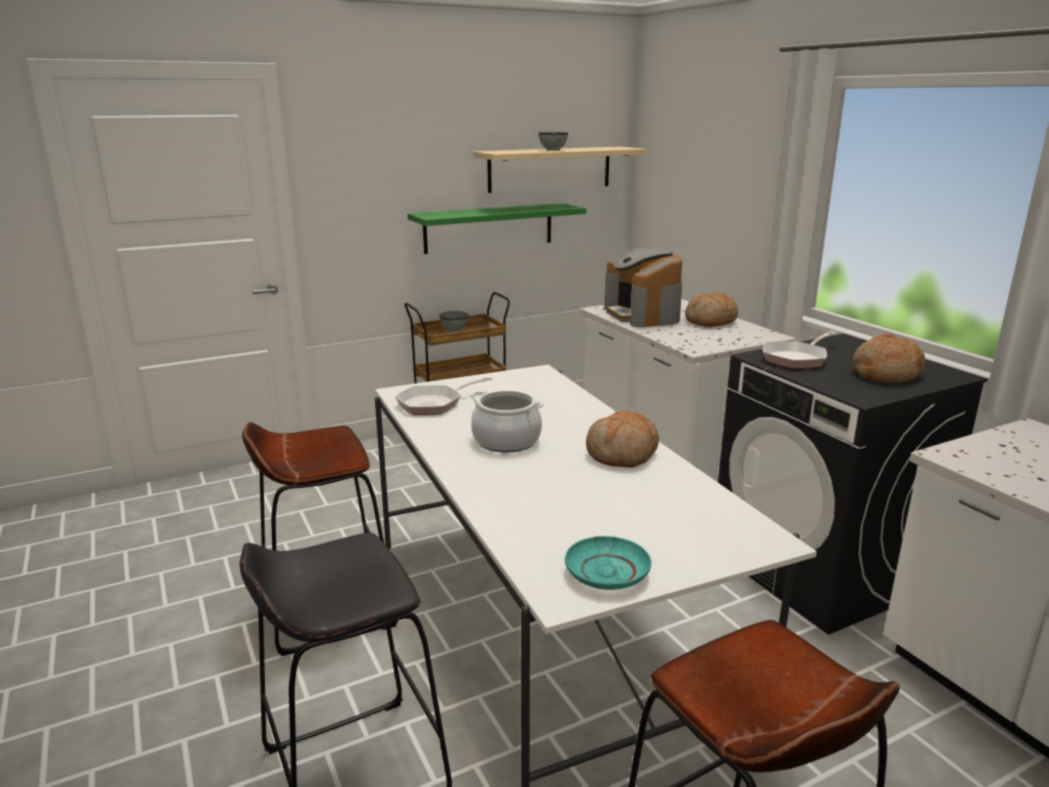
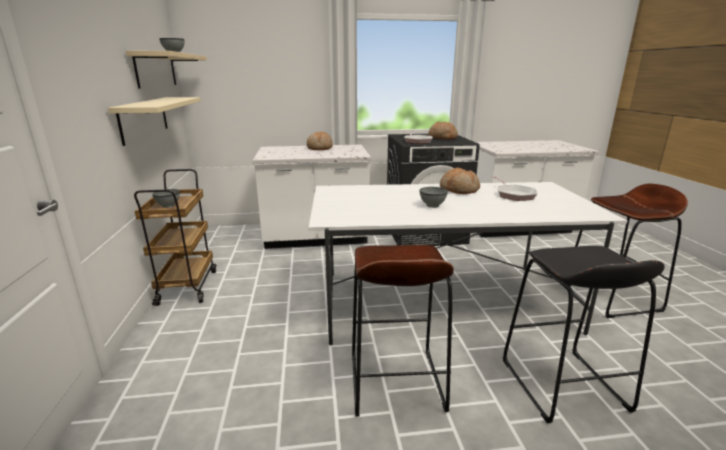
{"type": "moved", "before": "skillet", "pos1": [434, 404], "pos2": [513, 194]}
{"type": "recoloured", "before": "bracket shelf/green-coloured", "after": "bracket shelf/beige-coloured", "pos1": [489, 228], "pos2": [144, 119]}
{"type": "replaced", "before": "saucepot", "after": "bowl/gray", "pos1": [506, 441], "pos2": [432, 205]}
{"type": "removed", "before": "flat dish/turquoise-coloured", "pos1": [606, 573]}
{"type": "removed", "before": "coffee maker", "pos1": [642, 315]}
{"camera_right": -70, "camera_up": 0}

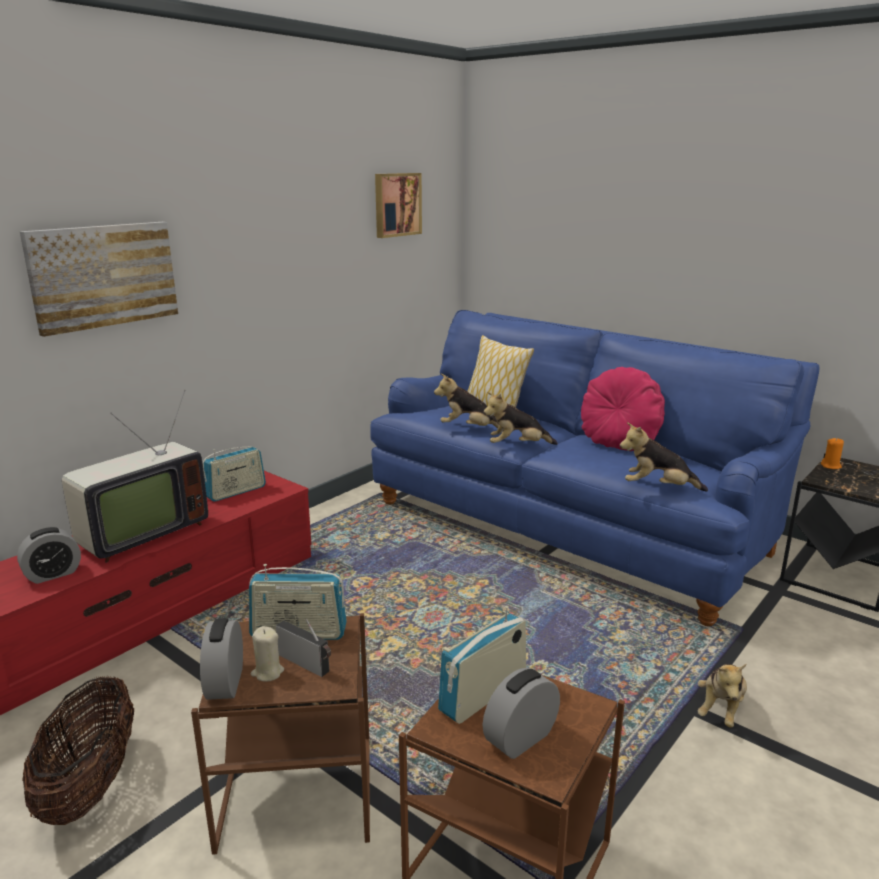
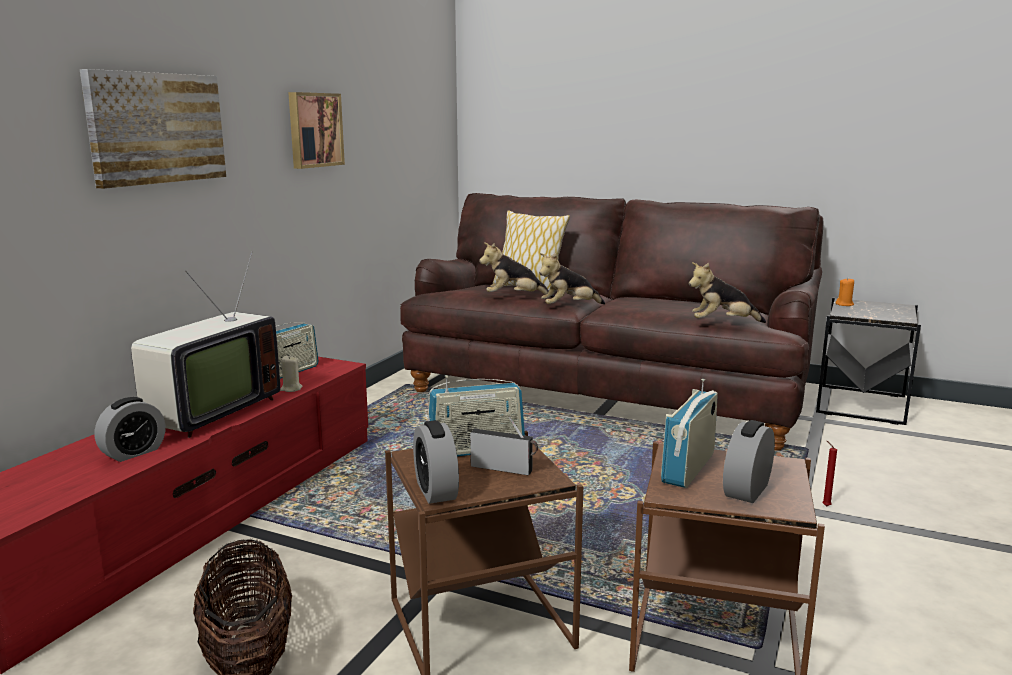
{"type": "moved", "before": "wax light/beige-coloured", "pos1": [267, 672], "pos2": [291, 389]}
{"type": "recoloured", "before": "settee/blue", "after": "settee/brownish", "pos1": [571, 522], "pos2": [609, 389]}
{"type": "moved", "before": "wall picture", "pos1": [396, 204], "pos2": [314, 130]}
{"type": "removed", "before": "cushion/pink", "pos1": [619, 445]}
{"type": "replaced", "before": "soft toy", "after": "wax light/red-coloured", "pos1": [721, 709], "pos2": [825, 506]}
{"camera_right": -15, "camera_up": -5}

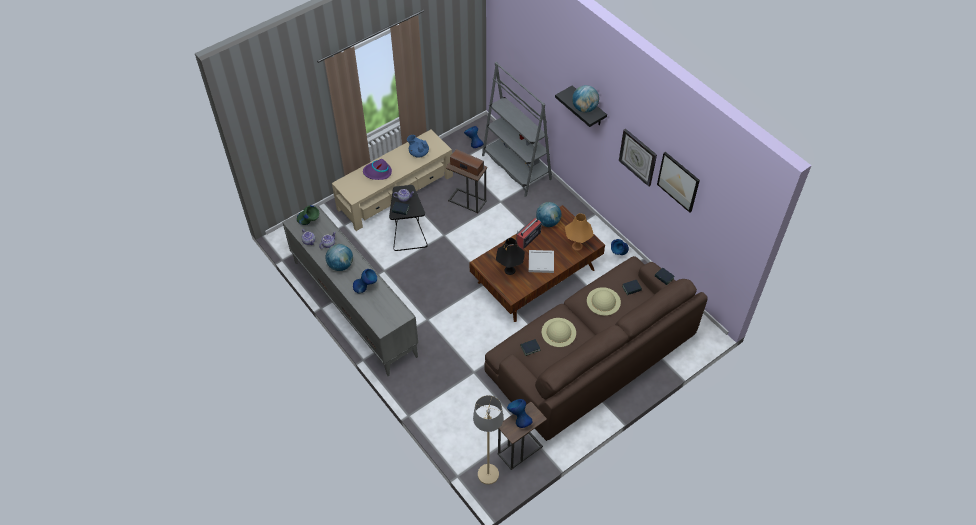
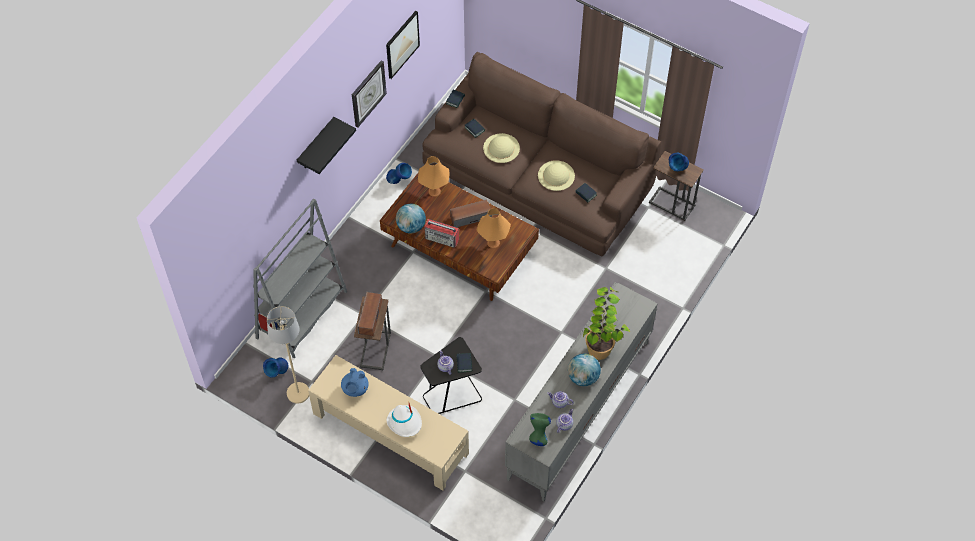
{"type": "replaced", "before": "decorative vase/blue", "after": "potted plant", "pos1": [366, 289], "pos2": [602, 340]}
{"type": "recoloured", "before": "hat/purplish", "after": "hat/white", "pos1": [377, 172], "pos2": [405, 422]}
{"type": "moved", "before": "floor lamp/beige-coloured", "pos1": [488, 474], "pos2": [298, 393]}
{"type": "recoloured", "before": "lamp for a table/black-coloured", "after": "lamp for a table/orangey", "pos1": [509, 270], "pos2": [493, 243]}
{"type": "replaced", "before": "tray/white", "after": "speaker", "pos1": [541, 262], "pos2": [470, 217]}
{"type": "removed", "before": "globe", "pos1": [584, 108]}
{"camera_right": -110, "camera_up": 5}

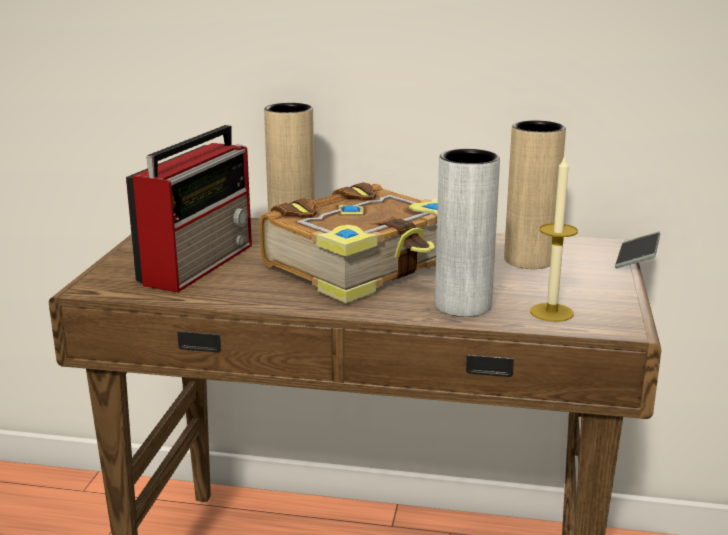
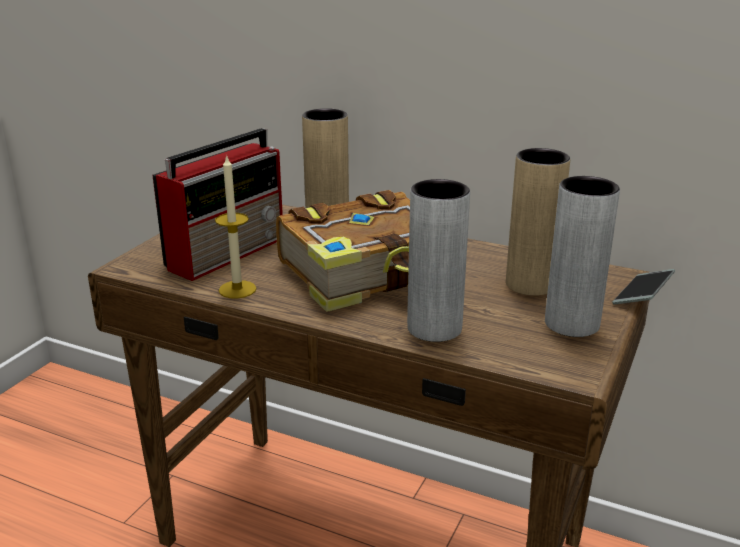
{"type": "moved", "before": "wax light", "pos1": [551, 312], "pos2": [237, 289]}
{"type": "added", "after": "decorative vase/gray", "pos2": [572, 324]}
{"camera_right": 15, "camera_up": 5}

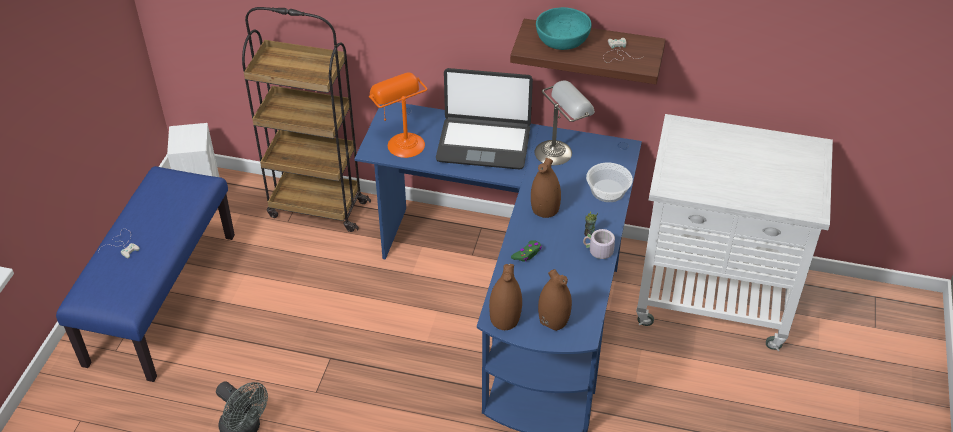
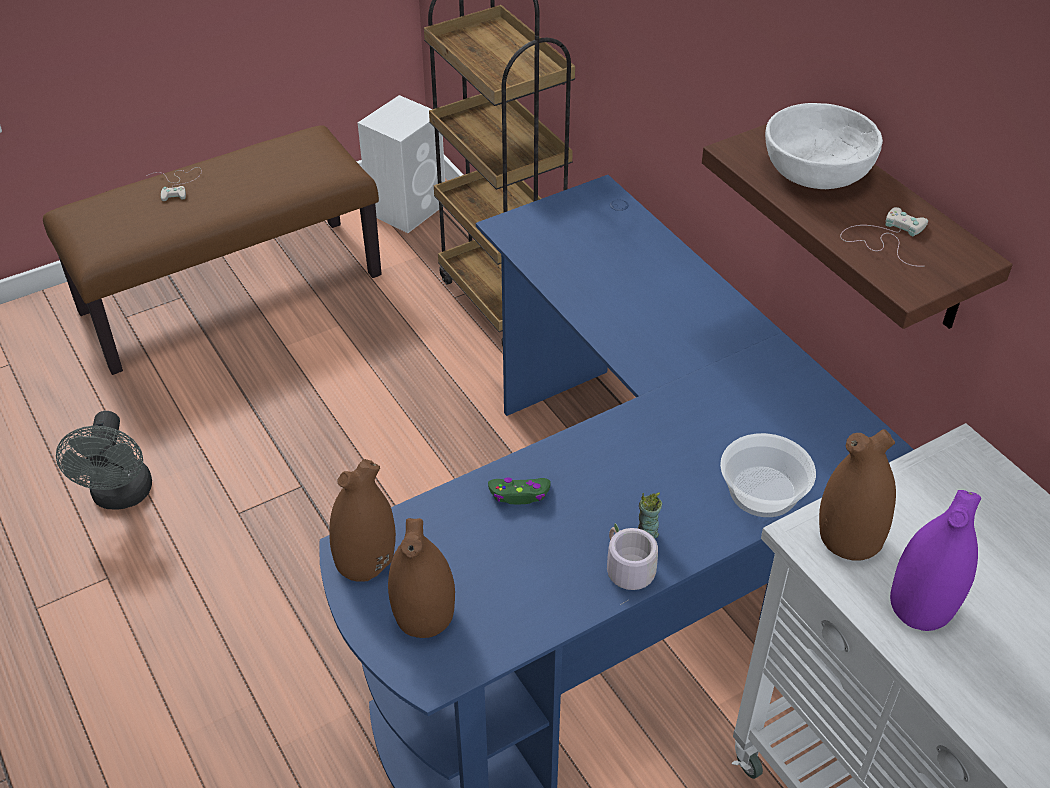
{"type": "recoloured", "before": "bench/blue", "after": "bench/brownish", "pos1": [161, 297], "pos2": [232, 292]}
{"type": "removed", "before": "lamp for a table/orangey", "pos1": [401, 140]}
{"type": "removed", "before": "notebook computer", "pos1": [484, 143]}
{"type": "moved", "before": "decorative vase/brownish", "pos1": [544, 210], "pos2": [848, 539]}
{"type": "removed", "before": "lamp for a table/white", "pos1": [559, 149]}
{"type": "recoloured", "before": "bowl/turquoise-coloured", "after": "bowl/white", "pos1": [562, 40], "pos2": [816, 170]}
{"type": "added", "after": "decorative vase/purplish", "pos2": [922, 605]}
{"camera_right": 45, "camera_up": 0}

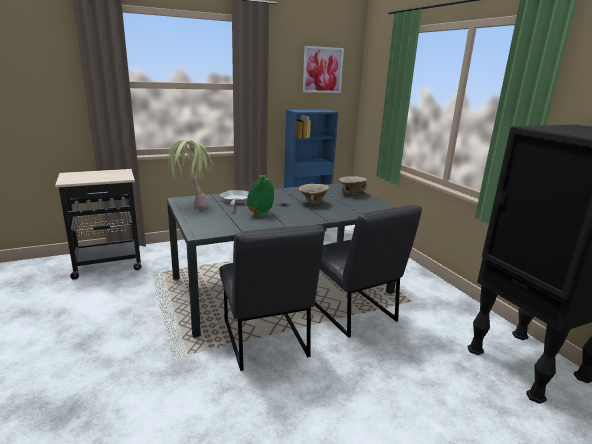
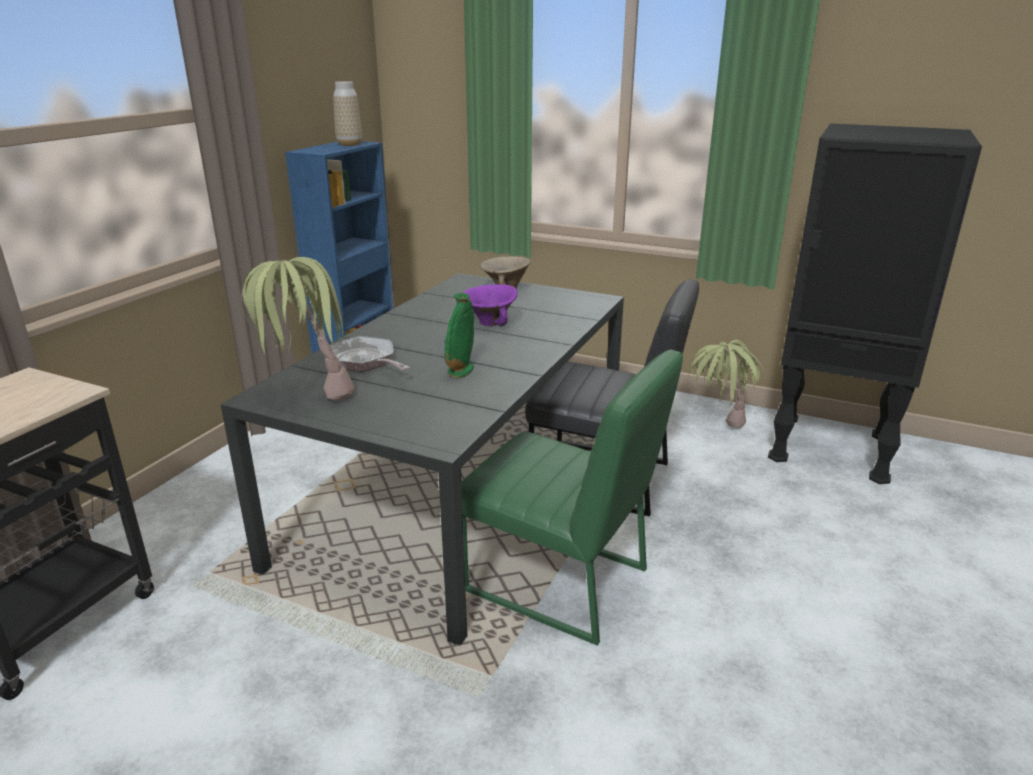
{"type": "recoloured", "before": "upright chair/gray", "after": "upright chair/green-coloured", "pos1": [265, 339], "pos2": [560, 582]}
{"type": "recoloured", "before": "bowl/beige-coloured", "after": "bowl/purplish", "pos1": [312, 203], "pos2": [489, 323]}
{"type": "removed", "before": "wall picture", "pos1": [322, 70]}
{"type": "added", "after": "decorative vase", "pos2": [349, 144]}
{"type": "added", "after": "potted plant", "pos2": [717, 431]}
{"camera_right": -40, "camera_up": 5}

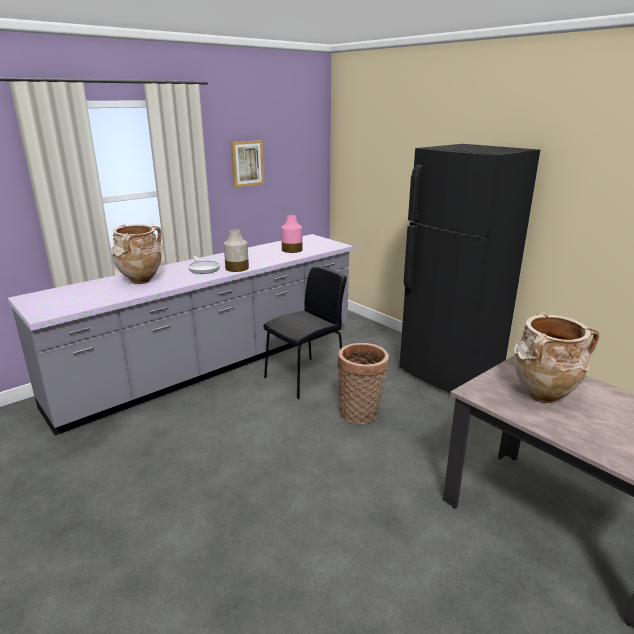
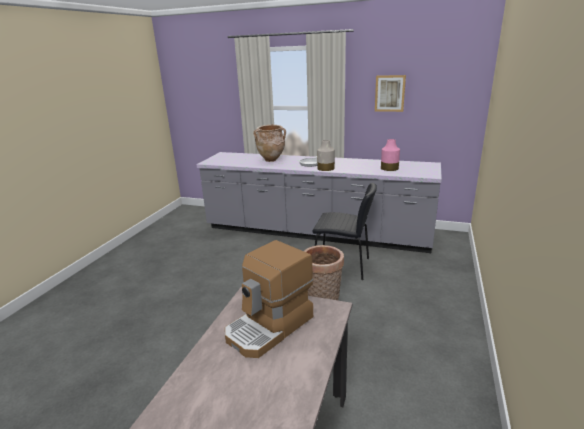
{"type": "removed", "before": "fridge/black-coloured", "pos1": [449, 374]}
{"type": "replaced", "before": "decorative vase/beige-coloured", "after": "coffee maker", "pos1": [542, 395], "pos2": [270, 327]}
{"camera_right": 60, "camera_up": 0}

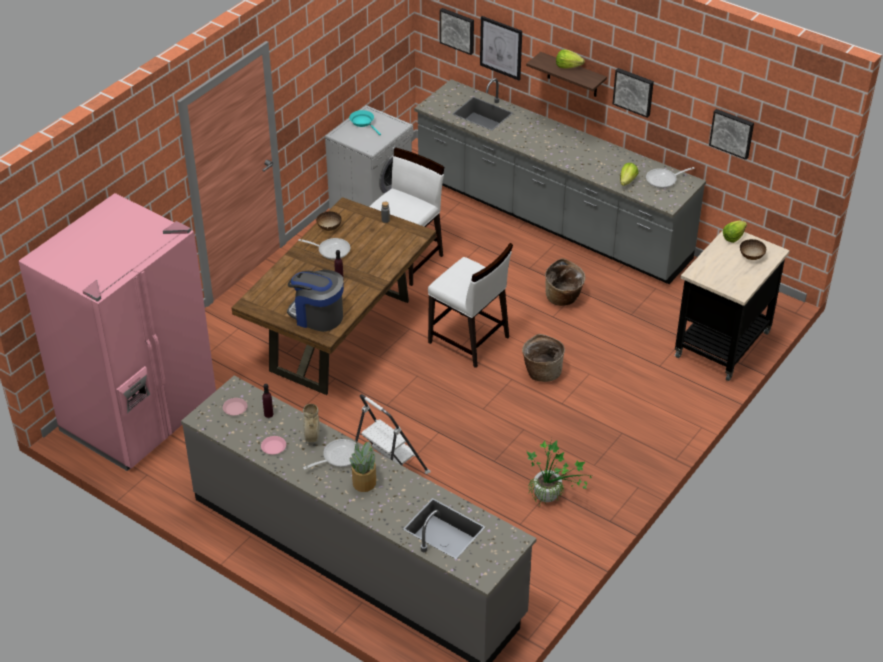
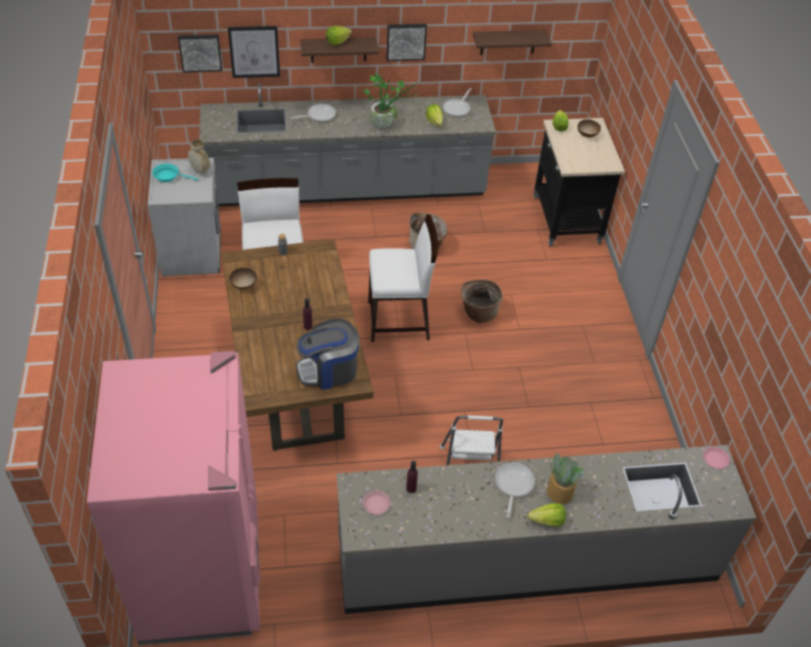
{"type": "moved", "before": "flat dish/pink", "pos1": [273, 447], "pos2": [715, 459]}
{"type": "moved", "before": "skillet", "pos1": [331, 250], "pos2": [318, 115]}
{"type": "moved", "before": "decorative vase/beige-coloured", "pos1": [312, 437], "pos2": [200, 170]}
{"type": "moved", "before": "potted plant", "pos1": [552, 497], "pos2": [386, 123]}
{"type": "replaced", "before": "wall picture", "after": "bracket shelf", "pos1": [732, 133], "pos2": [508, 42]}
{"type": "added", "after": "head of lettuce", "pos2": [547, 521]}
{"camera_right": -45, "camera_up": 5}

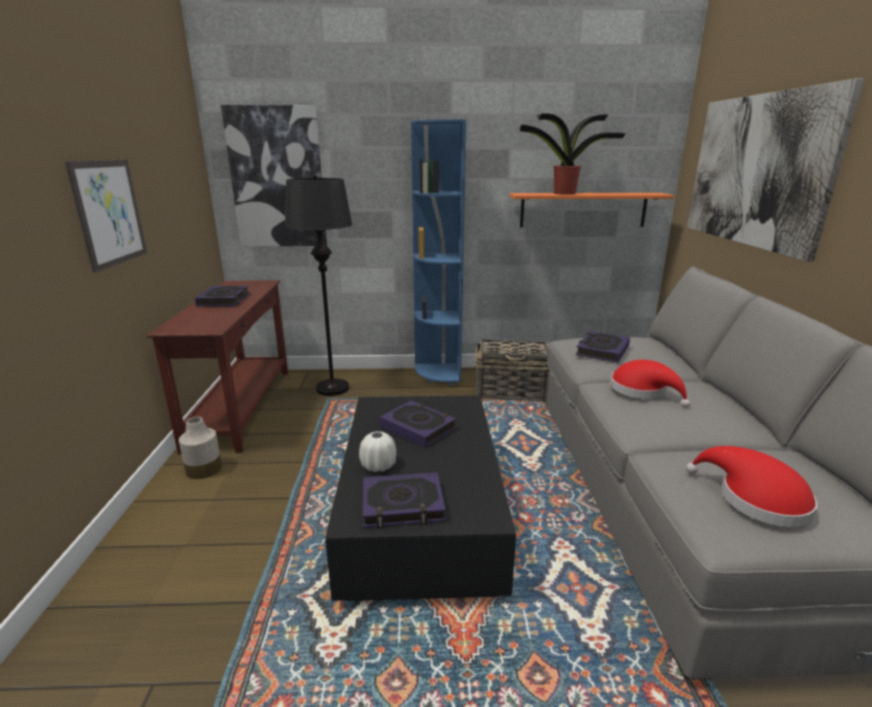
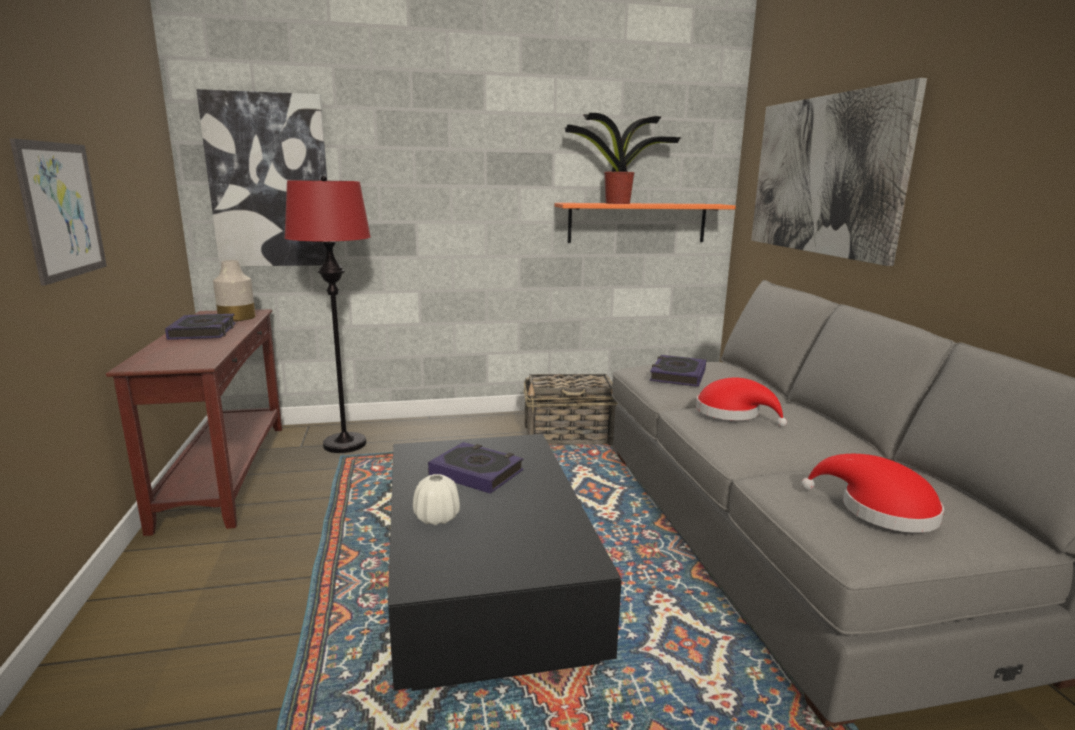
{"type": "moved", "before": "decorative vase/beige-coloured", "pos1": [203, 469], "pos2": [236, 317]}
{"type": "recoloured", "before": "floor lamp/black-coloured", "after": "floor lamp/red-coloured", "pos1": [332, 388], "pos2": [344, 444]}
{"type": "removed", "before": "volume", "pos1": [402, 505]}
{"type": "removed", "before": "bookcase/blue", "pos1": [438, 378]}
{"camera_right": -10, "camera_up": -5}

